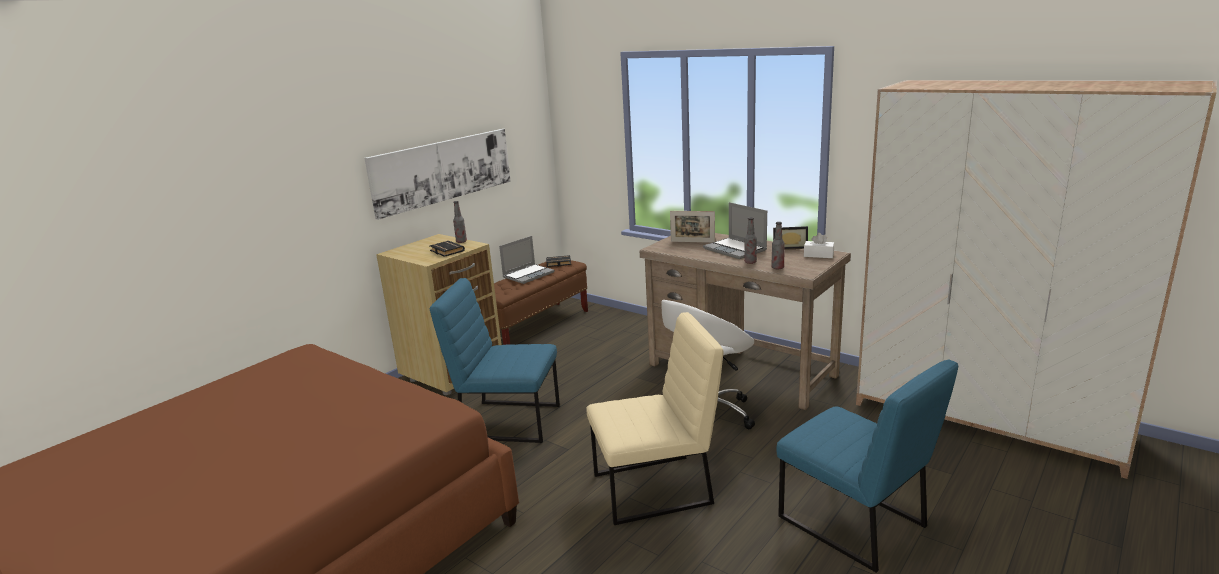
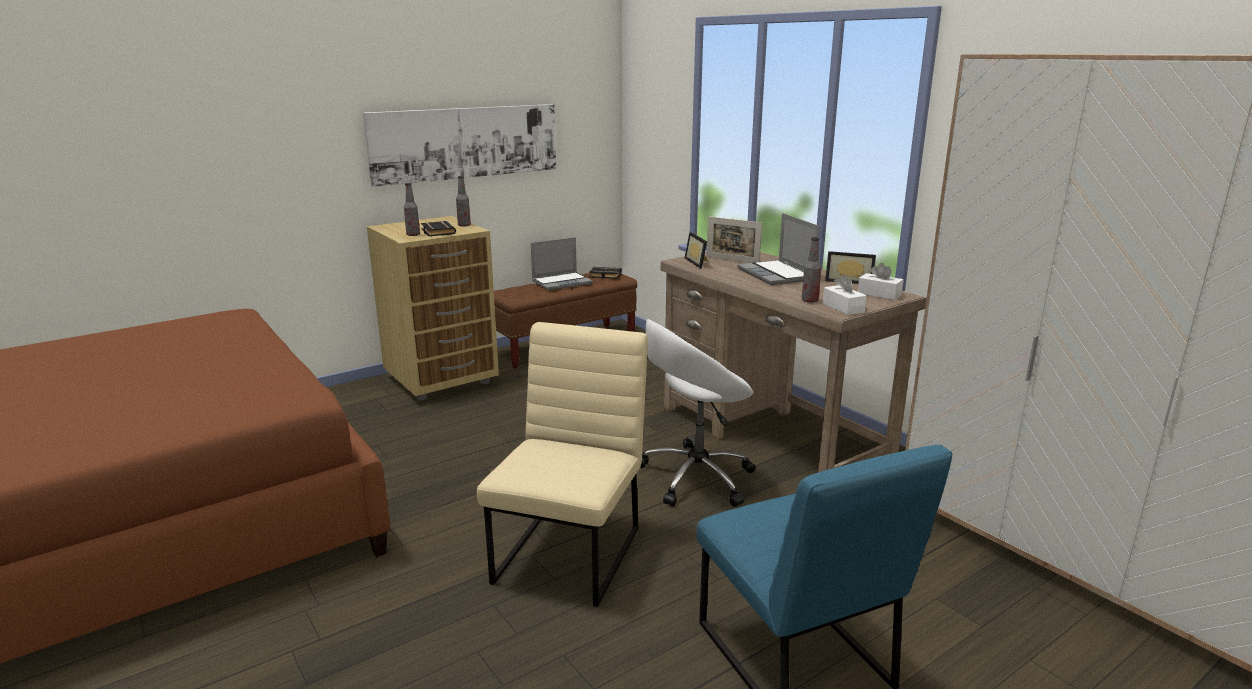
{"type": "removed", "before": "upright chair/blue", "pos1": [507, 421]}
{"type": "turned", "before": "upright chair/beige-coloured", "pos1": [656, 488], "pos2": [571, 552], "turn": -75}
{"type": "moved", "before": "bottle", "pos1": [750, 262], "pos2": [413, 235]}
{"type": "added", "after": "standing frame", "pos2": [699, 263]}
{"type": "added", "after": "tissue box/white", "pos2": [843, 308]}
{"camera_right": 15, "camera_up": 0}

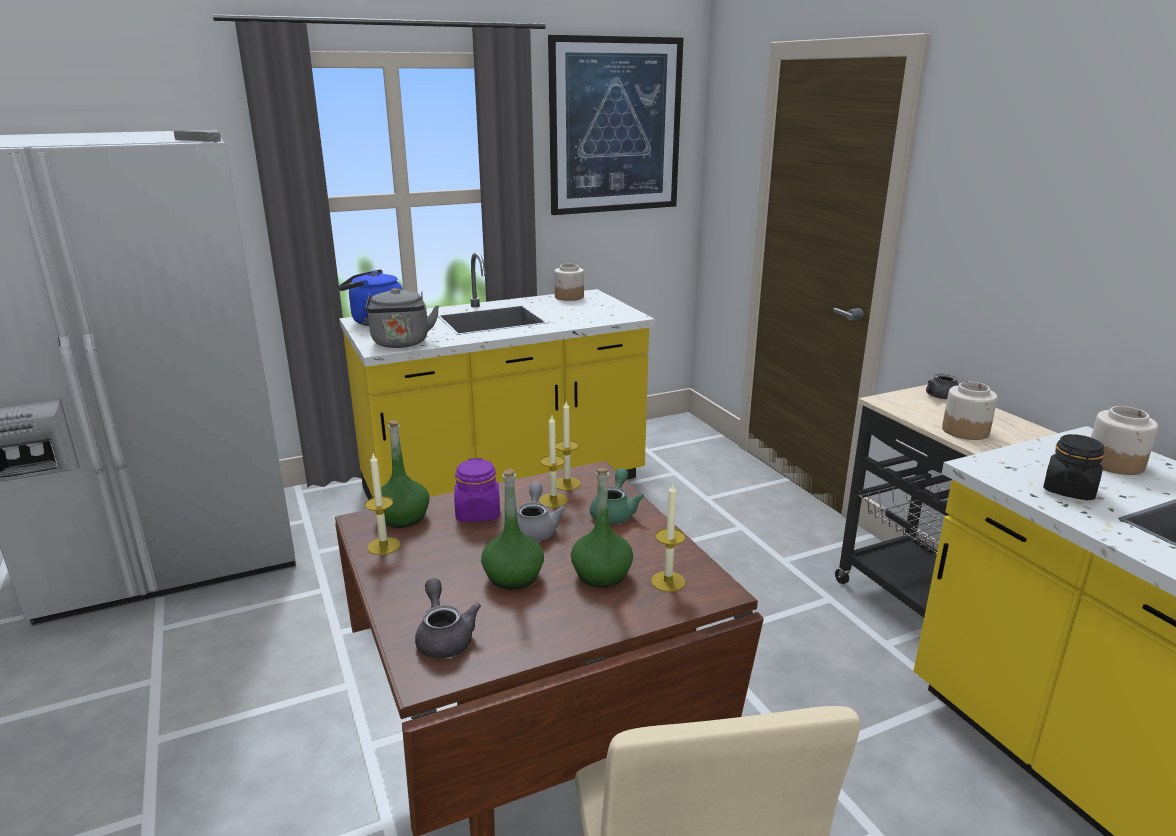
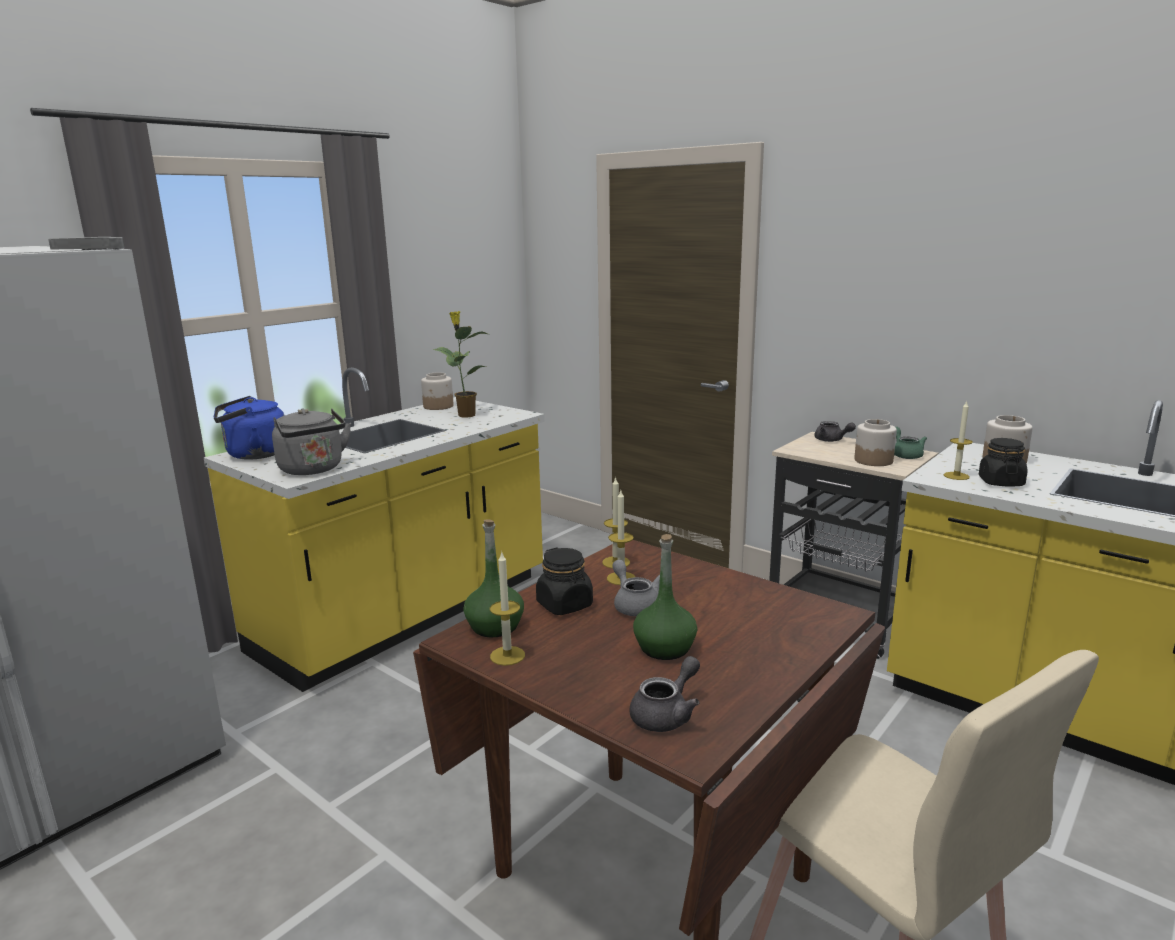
{"type": "turned", "before": "pot for tea/gray", "pos1": [444, 637], "pos2": [667, 714], "turn": 90}
{"type": "recoloured", "before": "preserve jar/purplish", "after": "preserve jar/black-coloured", "pos1": [478, 513], "pos2": [565, 605]}
{"type": "removed", "before": "wall picture", "pos1": [615, 126]}
{"type": "removed", "before": "bottle/green-coloured", "pos1": [601, 574]}
{"type": "moved", "before": "pot for tea/green-coloured", "pos1": [614, 512], "pos2": [905, 454]}
{"type": "moved", "before": "wax light", "pos1": [668, 581], "pos2": [956, 476]}
{"type": "added", "after": "potted plant", "pos2": [465, 415]}
{"camera_right": -25, "camera_up": -5}

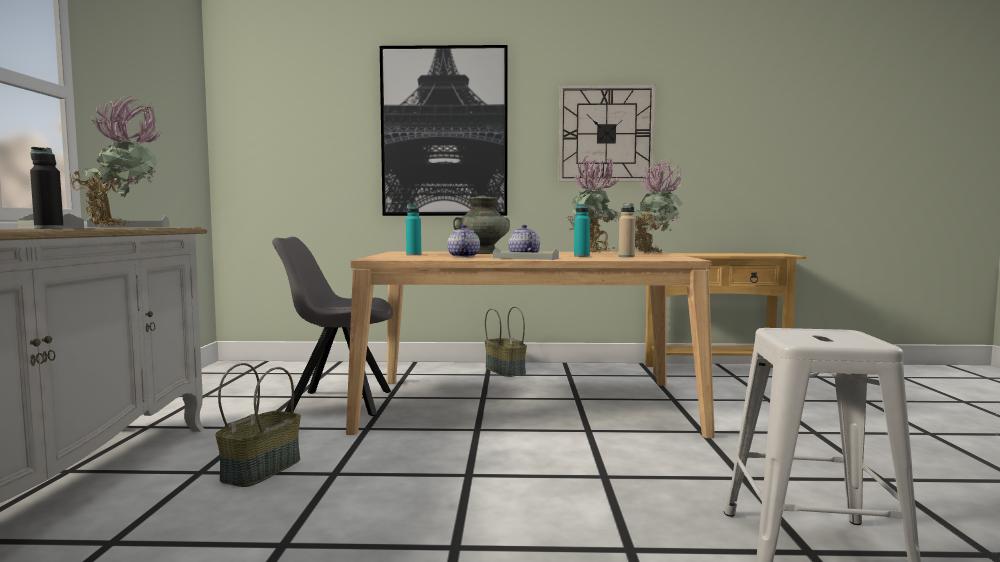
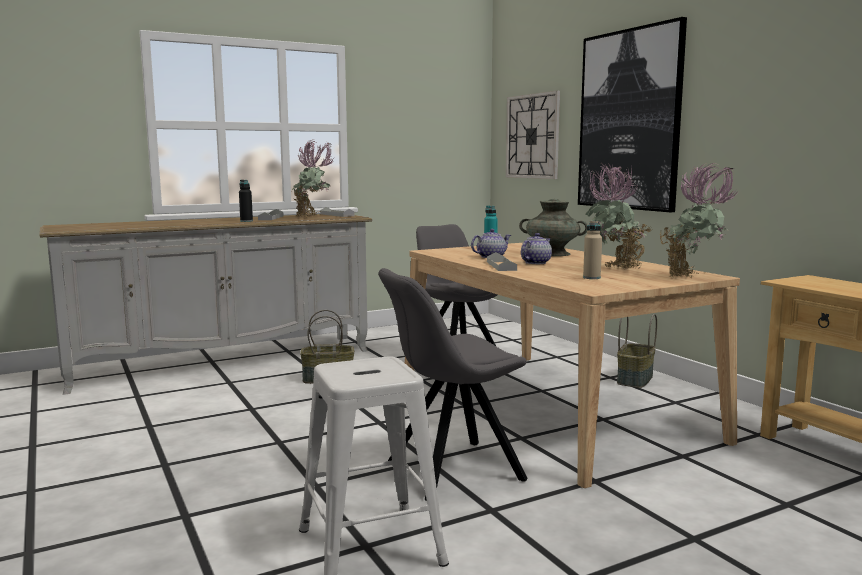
{"type": "moved", "before": "clock on the wall", "pos1": [606, 134], "pos2": [532, 136]}
{"type": "removed", "before": "bottle/turquoise-coloured", "pos1": [581, 256]}
{"type": "added", "after": "upright chair/gray", "pos2": [453, 470]}
{"camera_right": 60, "camera_up": 5}

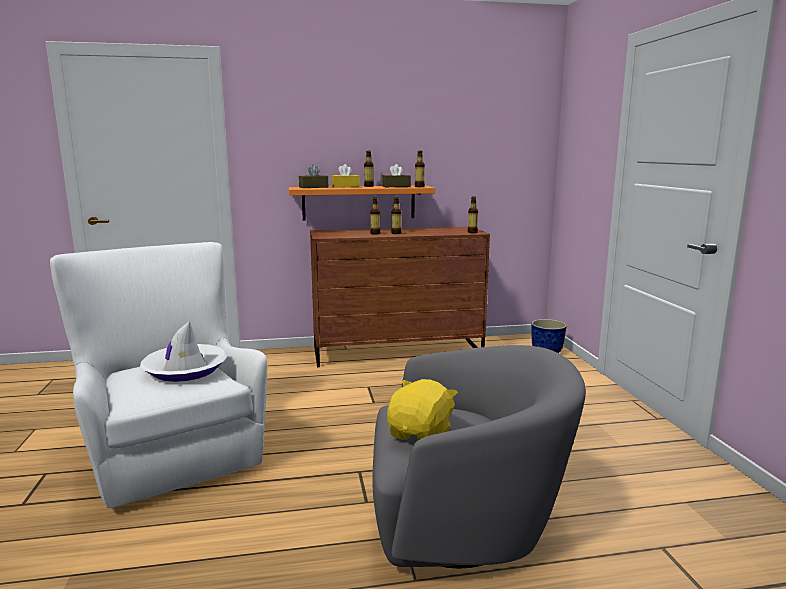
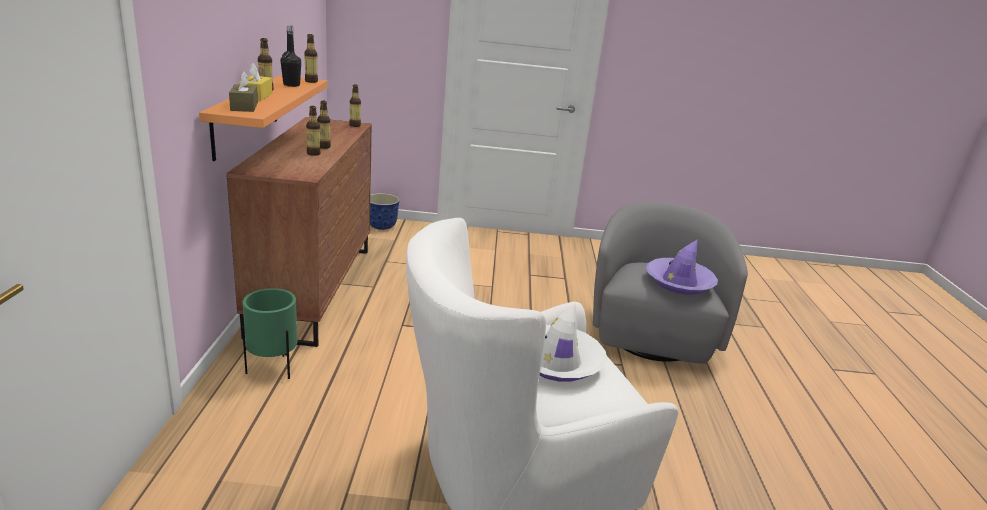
{"type": "replaced", "before": "tissue box/brownish", "after": "bottle/black-coloured", "pos1": [396, 186], "pos2": [291, 85]}
{"type": "replaced", "before": "soft toy/yellowish", "after": "hat/purplish", "pos1": [421, 434], "pos2": [679, 282]}
{"type": "added", "after": "flower pot/green-coloured", "pos2": [273, 369]}
{"camera_right": -80, "camera_up": 10}

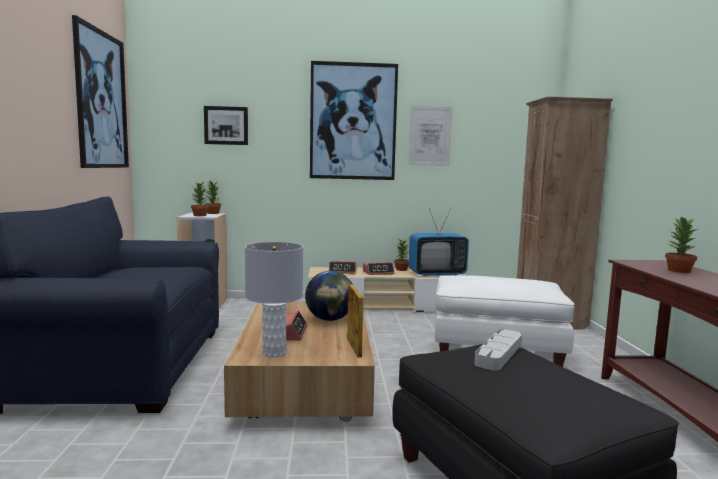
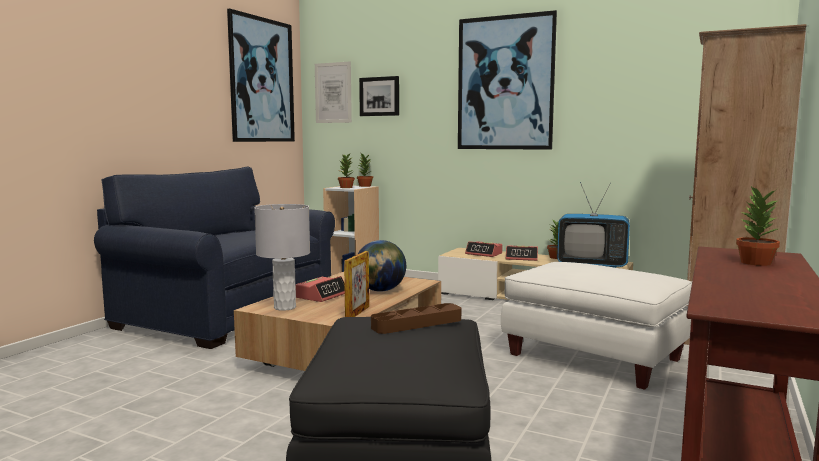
{"type": "moved", "before": "wall picture", "pos1": [430, 136], "pos2": [333, 93]}
{"type": "recoloured", "before": "tray/gray", "after": "tray/brownish", "pos1": [499, 353], "pos2": [417, 323]}
{"camera_right": 30, "camera_up": 0}

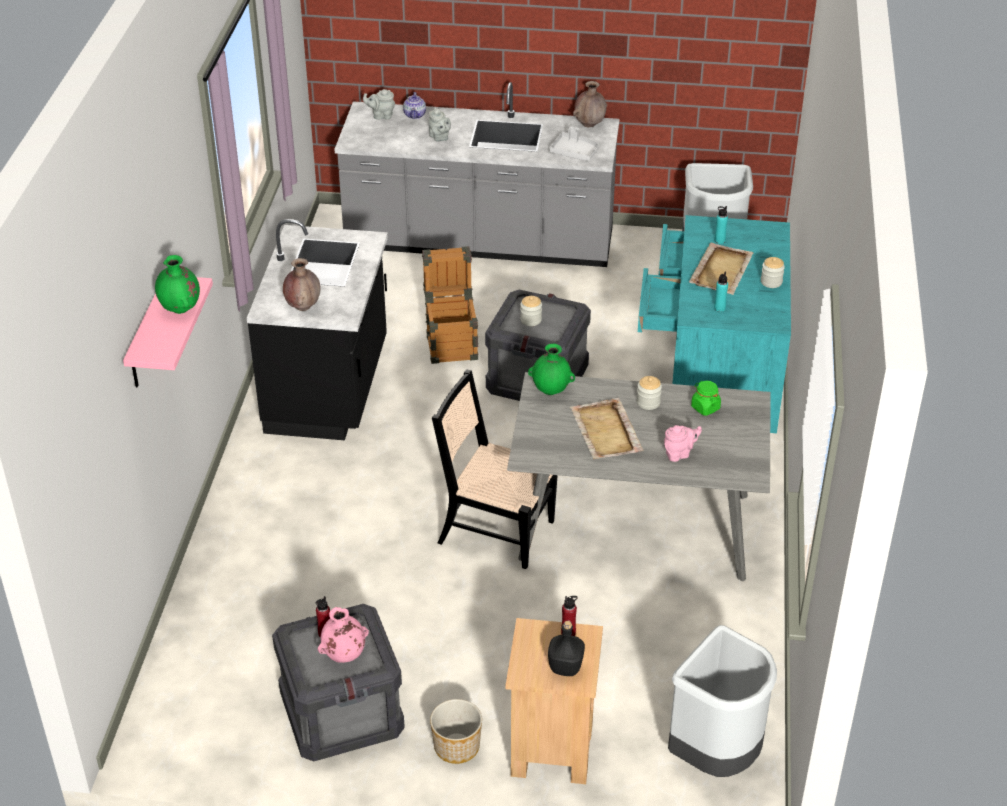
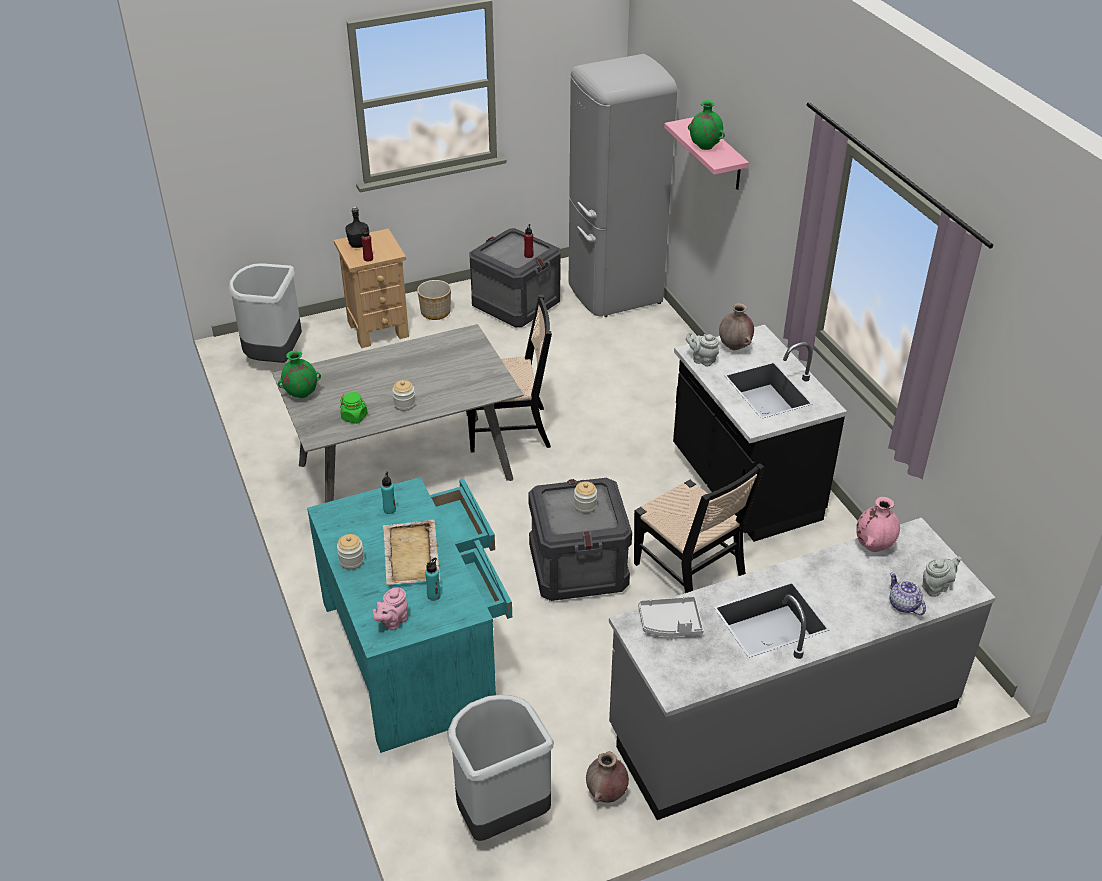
{"type": "moved", "before": "decorative vase/pink", "pos1": [344, 656], "pos2": [873, 546]}
{"type": "replaced", "before": "packing crate", "after": "upright chair", "pos1": [451, 342], "pos2": [689, 574]}
{"type": "moved", "before": "pot for tea/gray", "pos1": [439, 138], "pos2": [702, 360]}
{"type": "moved", "before": "decorative vase/green-coloured", "pos1": [551, 391], "pos2": [301, 395]}
{"type": "removed", "before": "tray/beige-coloured", "pos1": [606, 432]}
{"type": "moved", "before": "decorative vase/brownish", "pos1": [589, 124], "pos2": [606, 794]}
{"type": "moved", "before": "pot for tea/pink", "pos1": [679, 454], "pos2": [392, 621]}
{"type": "added", "after": "fridge/gray", "pos2": [612, 293]}
{"camera_right": 150, "camera_up": 0}

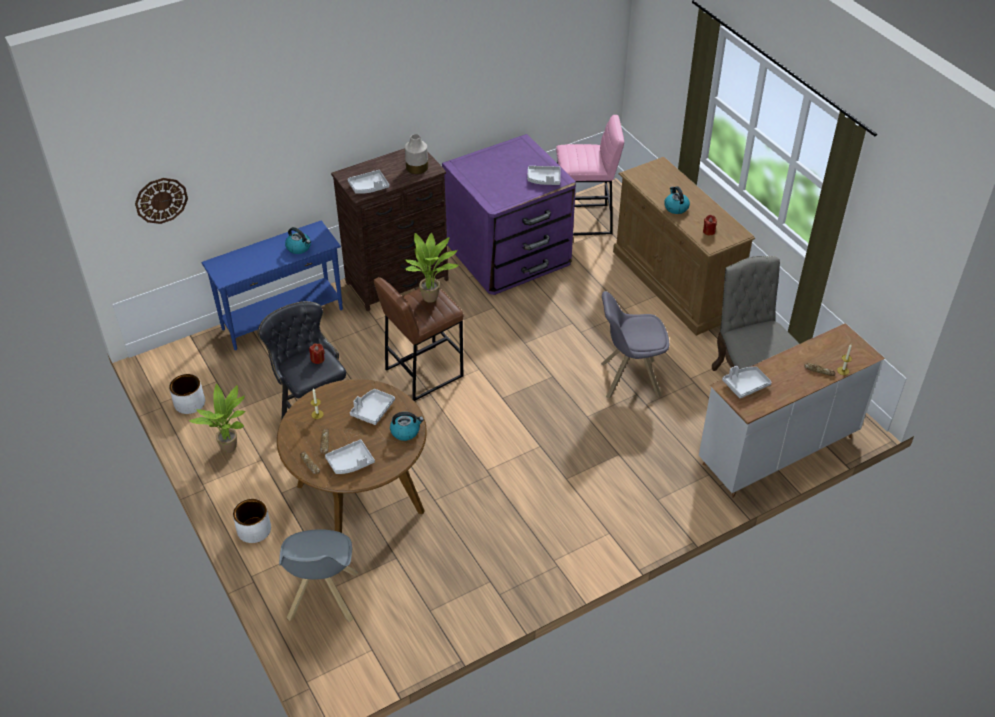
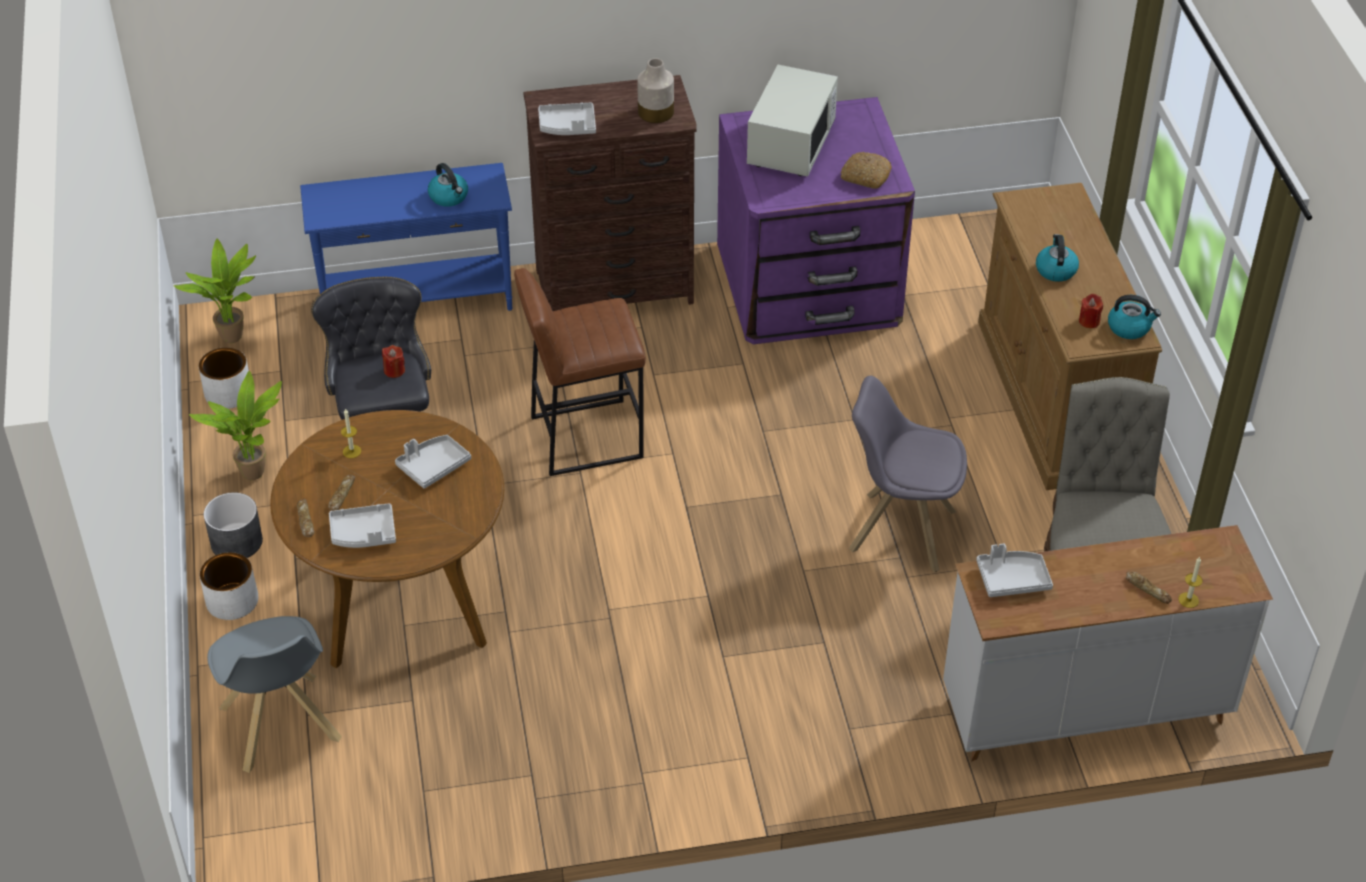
{"type": "removed", "before": "clock on the wall", "pos1": [161, 200]}
{"type": "turned", "before": "upright chair/gray", "pos1": [322, 598], "pos2": [281, 726], "turn": -45}
{"type": "moved", "before": "kettle", "pos1": [405, 431], "pos2": [1129, 327]}
{"type": "moved", "before": "potted plant", "pos1": [433, 299], "pos2": [235, 338]}
{"type": "replaced", "before": "tray/gray", "after": "bakery bread", "pos1": [544, 179], "pos2": [865, 176]}
{"type": "removed", "before": "sitting stool/pink", "pos1": [585, 220]}
{"type": "added", "after": "flower pot/gray", "pos2": [236, 542]}
{"type": "added", "after": "microwave/white", "pos2": [790, 144]}
{"camera_right": 20, "camera_up": 0}

